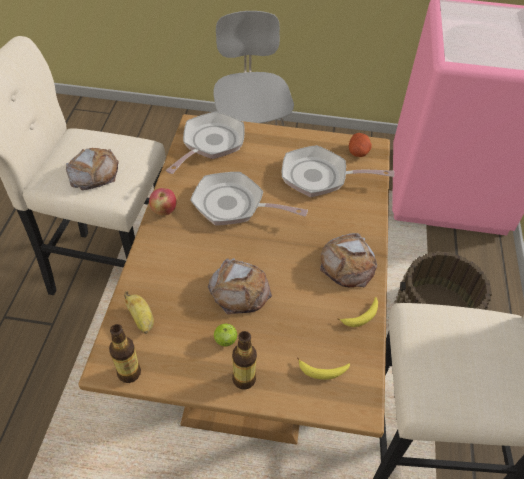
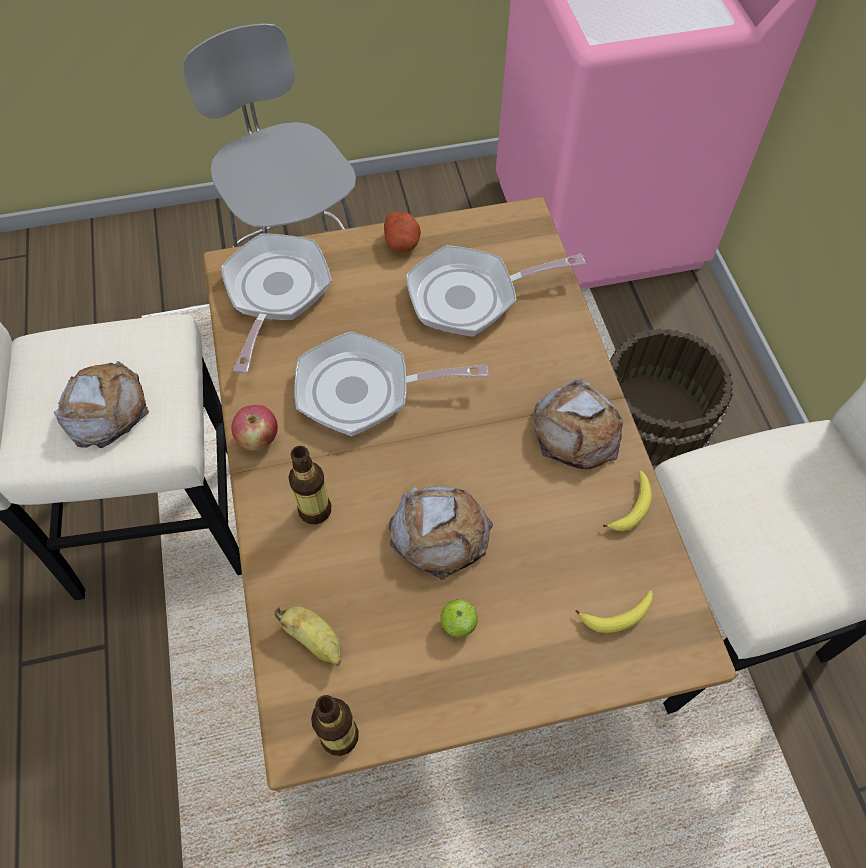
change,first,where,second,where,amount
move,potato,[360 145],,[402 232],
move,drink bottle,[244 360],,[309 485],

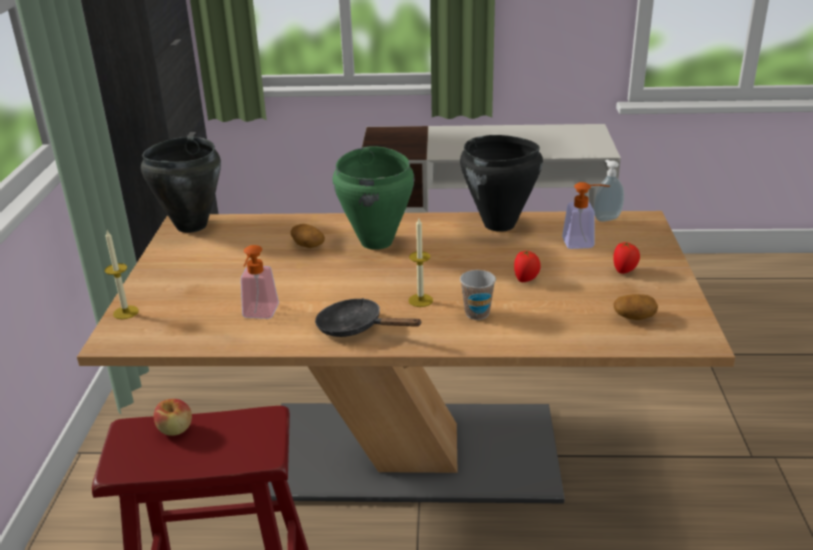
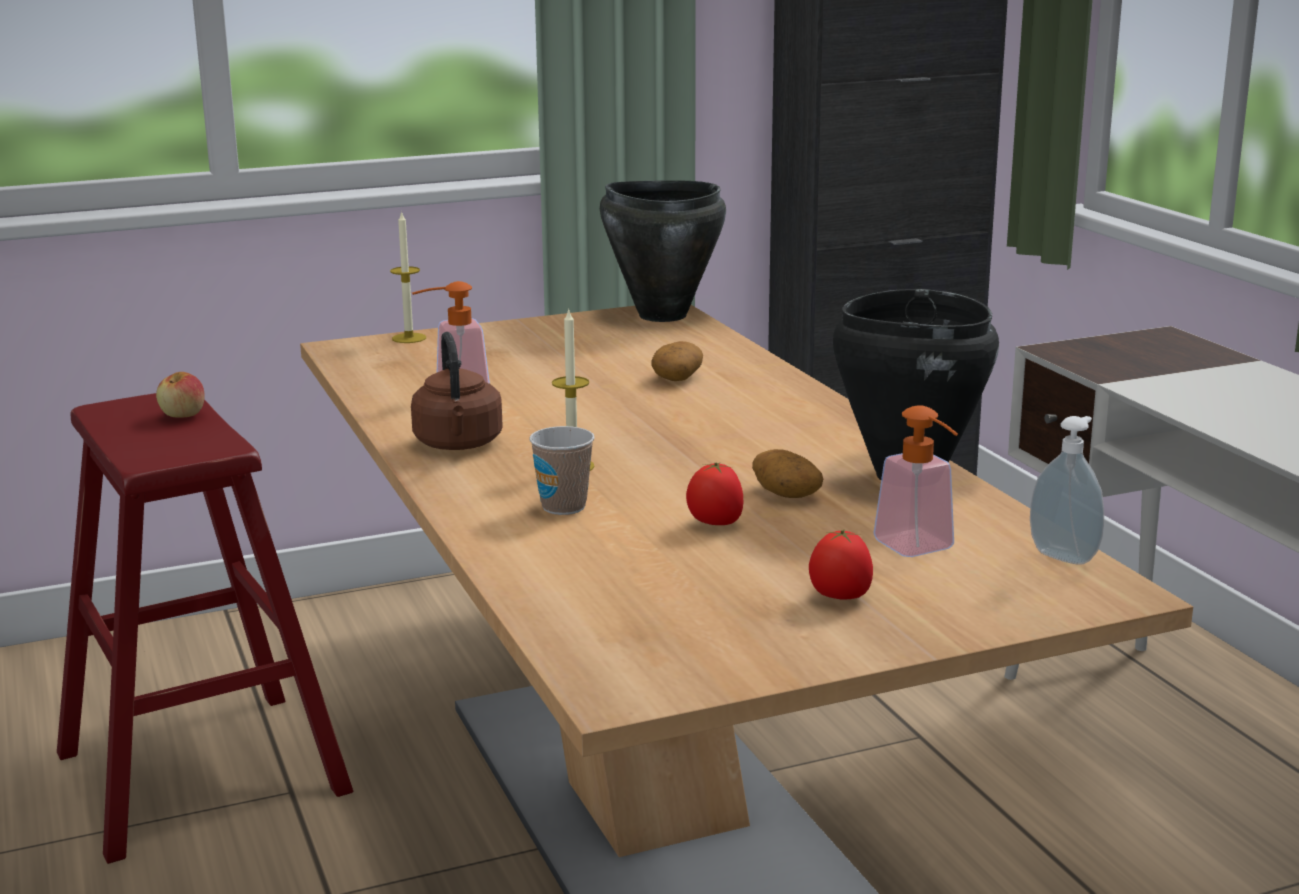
change,first,where,second,where,amount
delete,green-coloured stockpot,[373 198],,,
move,potato,[635 307],,[787 473],
replace,blackish pan,[368 317],brown-coloured tea kettle,[456 391],

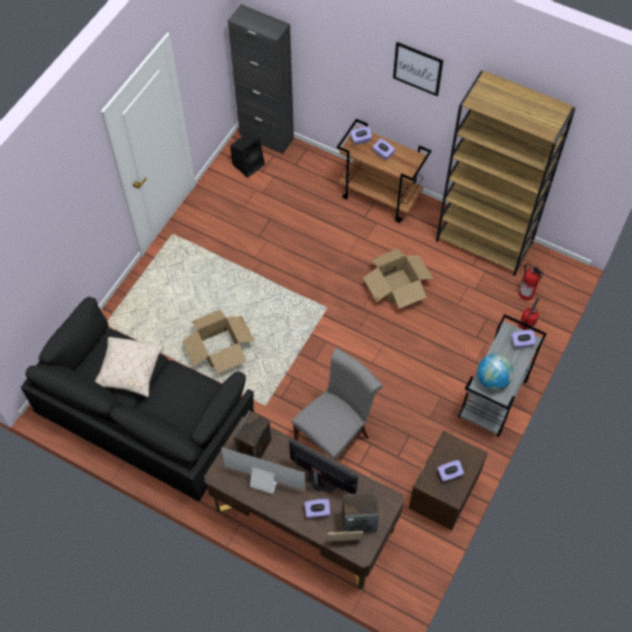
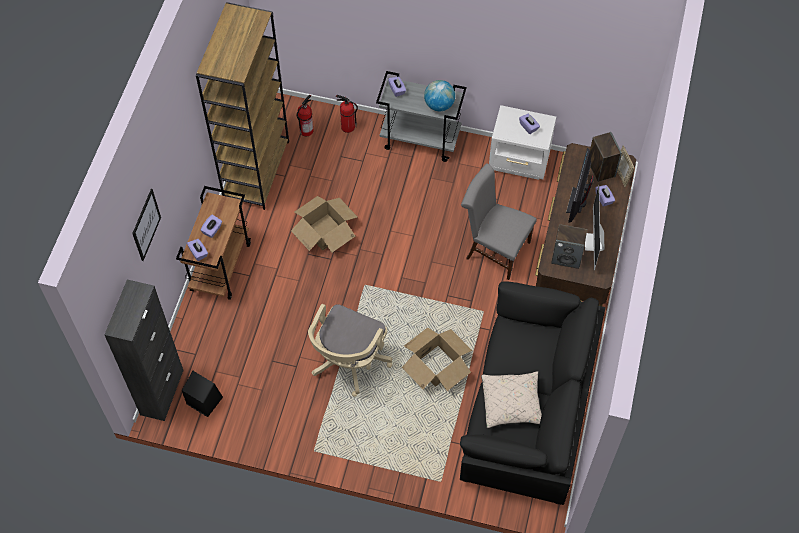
change,first,where,second,where,amount
move,wall picture,[418 69],,[146 225],
recolor,brown-coloured night table,[448 480],white night table,[522 142],
insert,,,beige computer chair,[350 350],

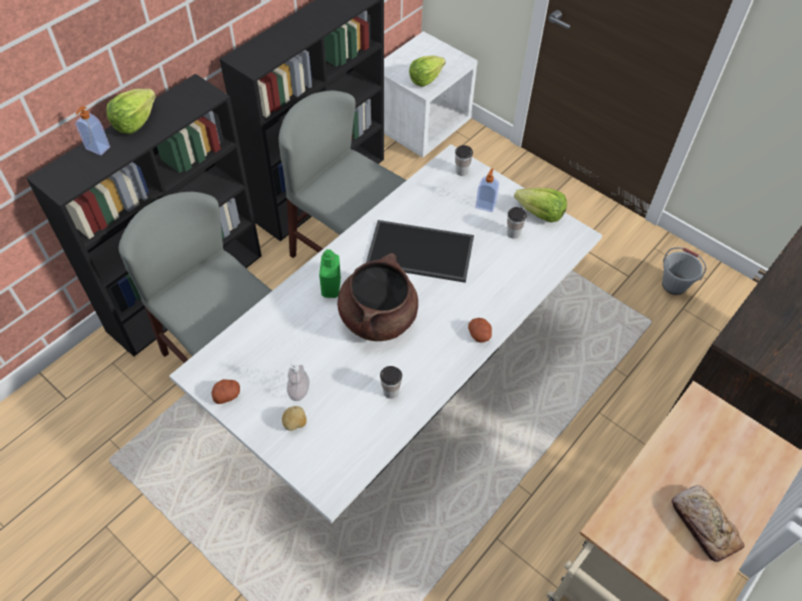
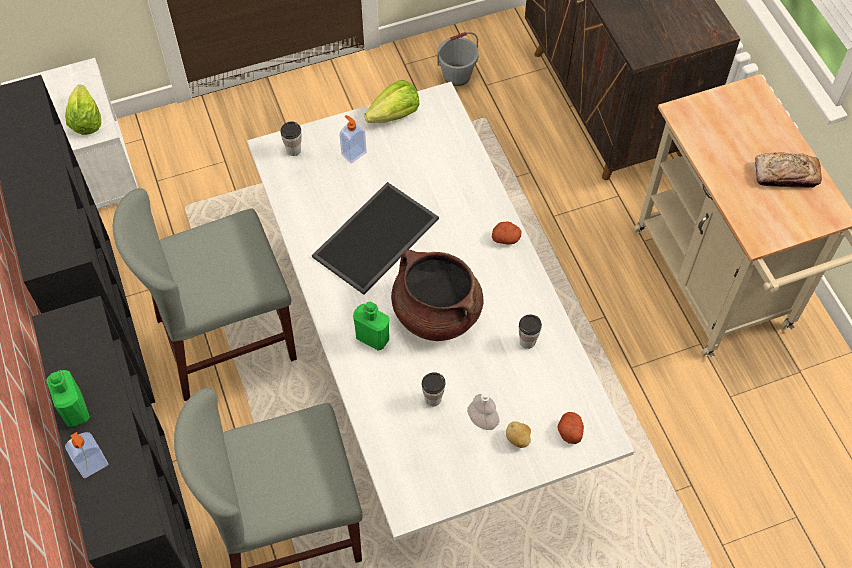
change,first,where,second,where,amount
replace,lettuce head,[131 111],green-coloured drink bottle,[68 398],
move,drinking cup,[517 222],,[433 389],
move,potato,[225 391],,[570 428],

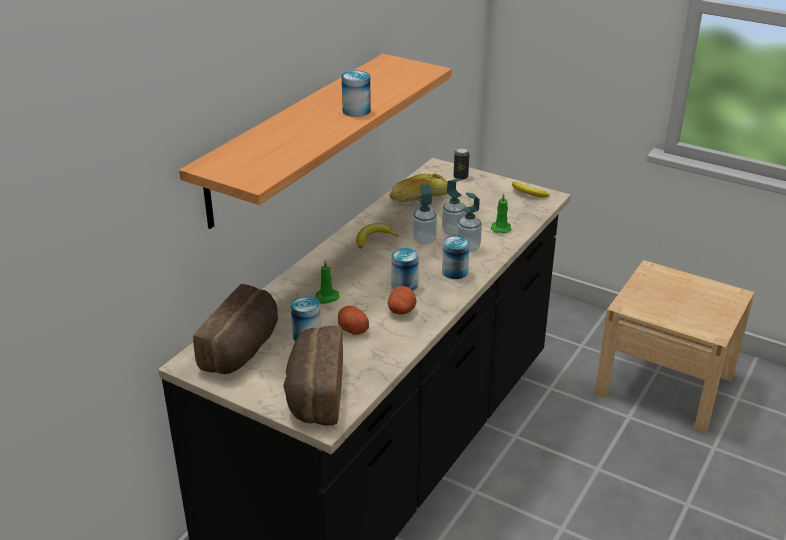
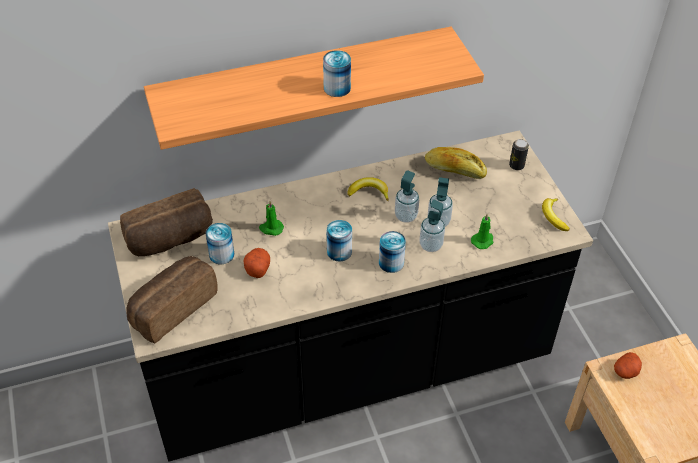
change,first,where,second,where,amount
move,potato,[402 300],,[628 365],

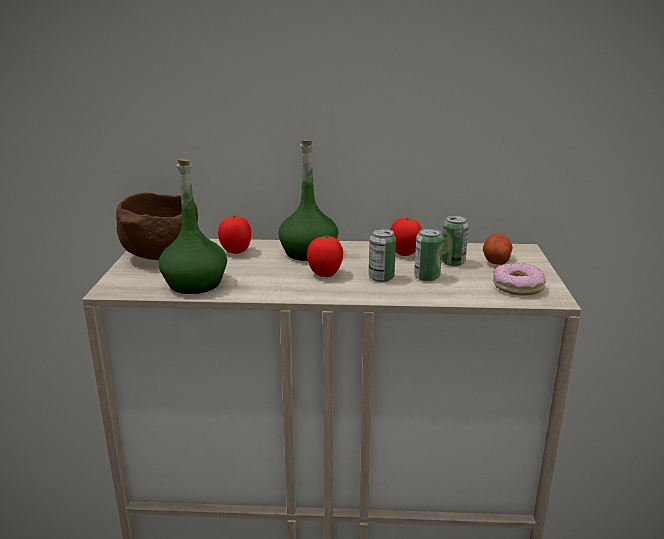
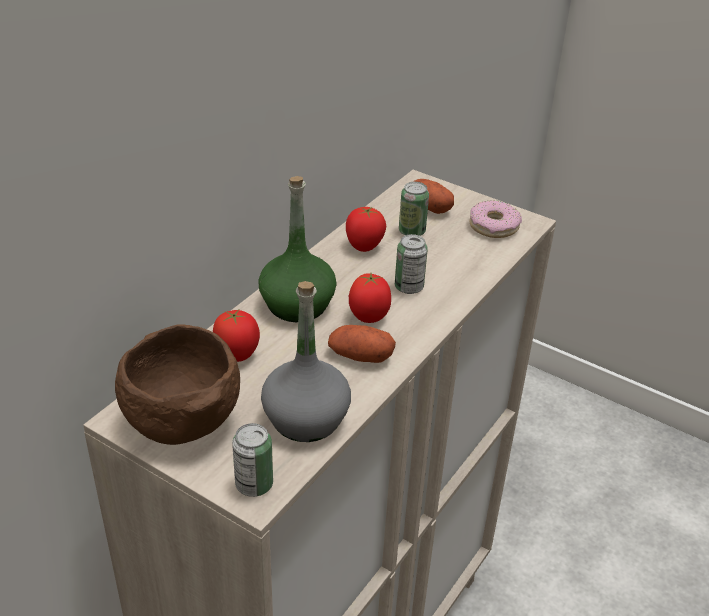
change,first,where,second,where,amount
recolor,green-coloured drink bottle,[193 226],grey drink bottle,[306 361],
move,can,[428 254],,[252 460],
insert,,,potato,[362 344],

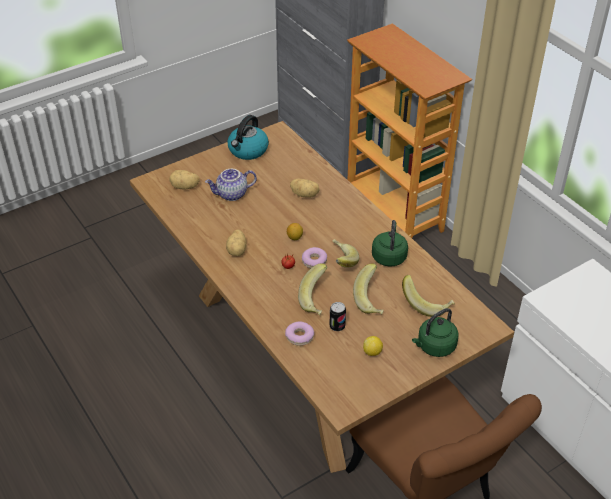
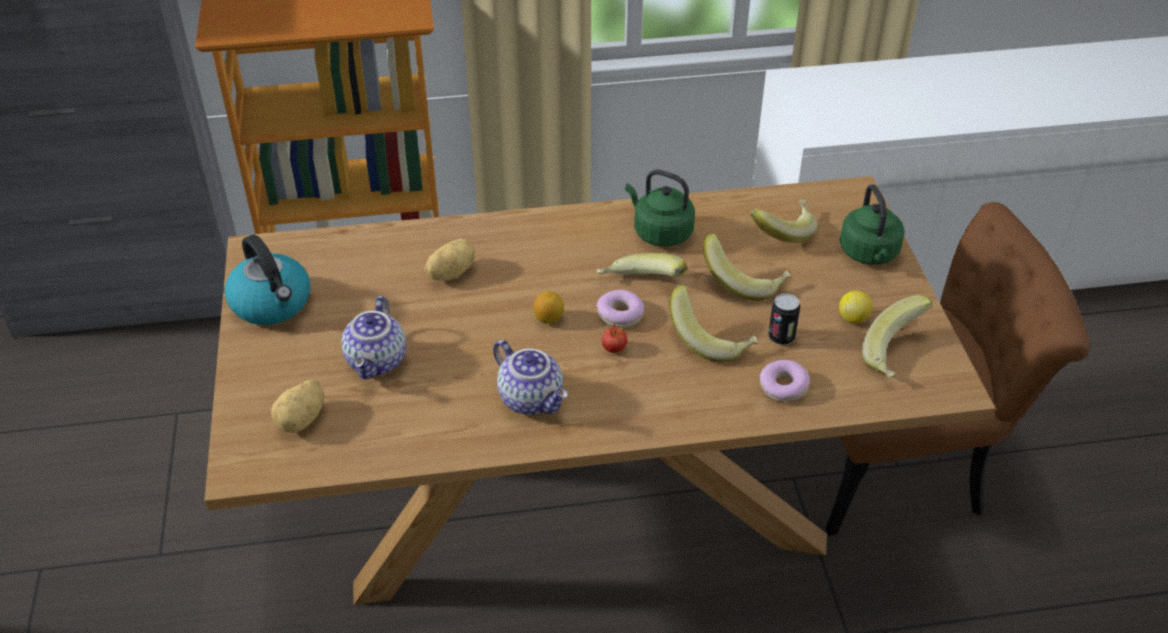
change,first,where,second,where,amount
replace,potato,[236 242],pot for tea,[530 377],
insert,,,banana fruit,[897 337],

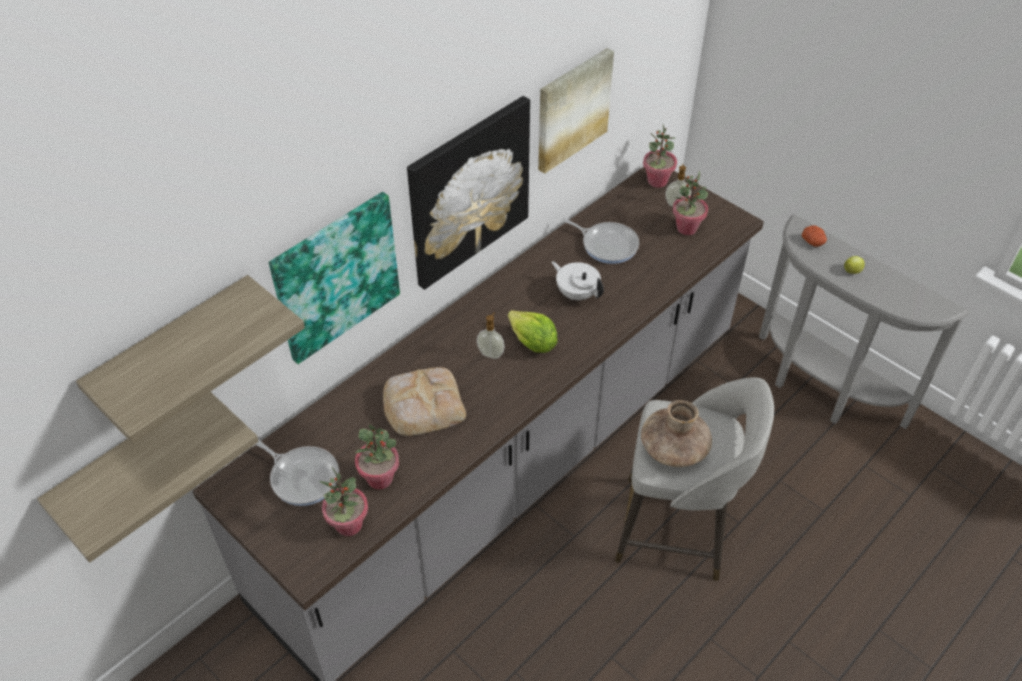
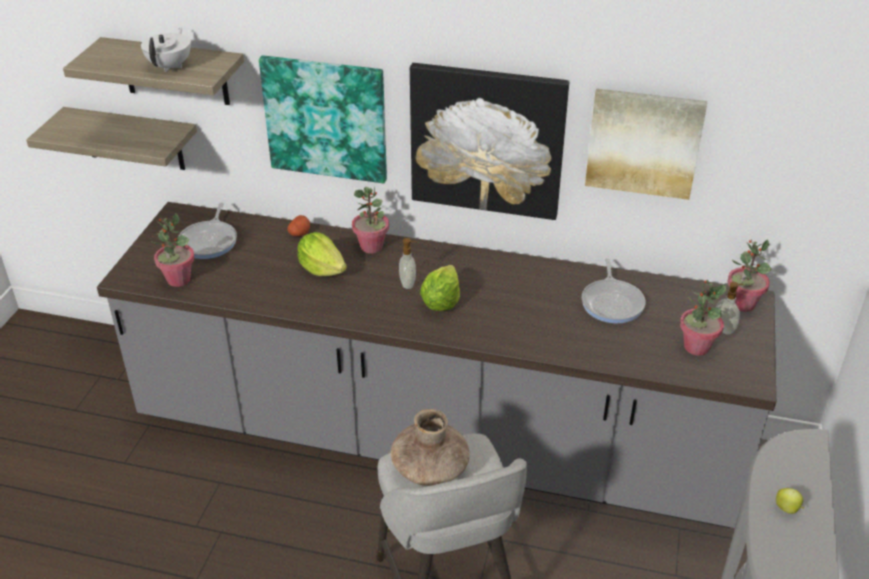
change,first,where,second,where,amount
move,potato,[814 236],,[298 225],
move,white pot for tea,[578 280],,[166 50],
replace,bread,[424 401],lettuce head,[322 254],
move,houseplant,[377 457],,[370 219],

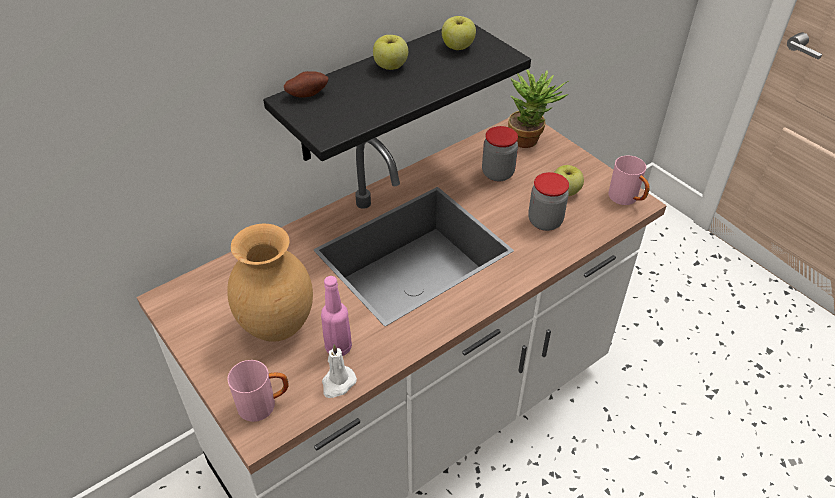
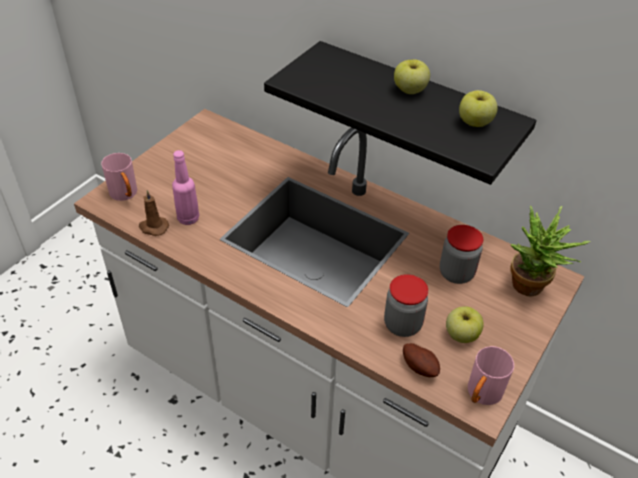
change,first,where,second,where,amount
move,potato,[306 84],,[421 360],
delete,brown-coloured flower vase,[270 283],,,
recolor,white wax candle,[339 371],brown-coloured wax candle,[154 213],

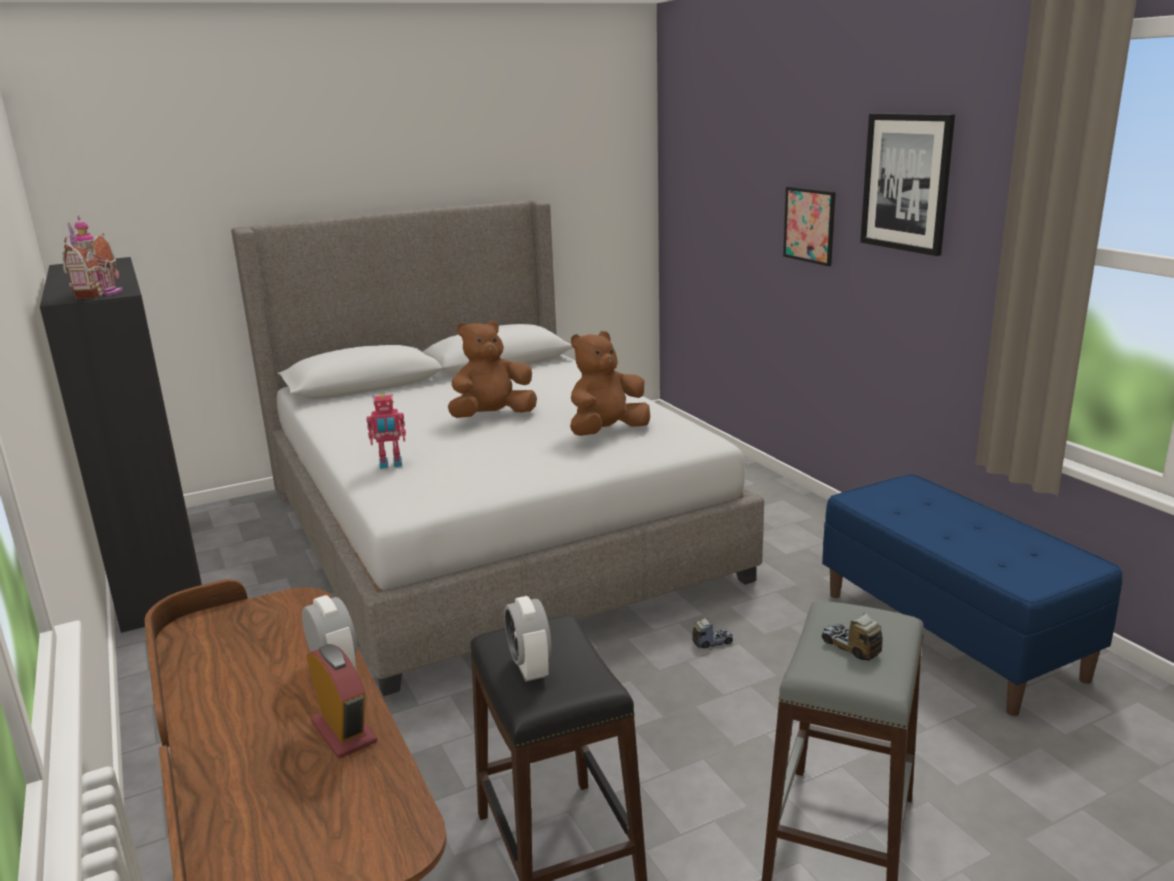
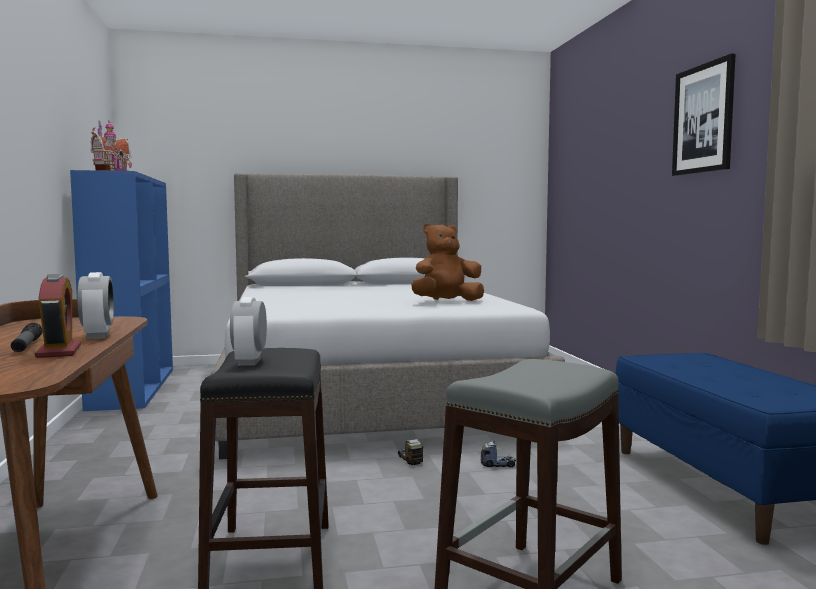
change,first,where,second,where,amount
delete,wall picture,[809 226],,,
recolor,blackish bookshelf,[121 445],blue-coloured bookshelf,[121 290],
delete,brown-coloured plush toy,[492 369],,,
delete,robot figure,[386 431],,,
move,toy lorry,[852 636],,[411 452],
insert,,,flashlight,[27 337],

